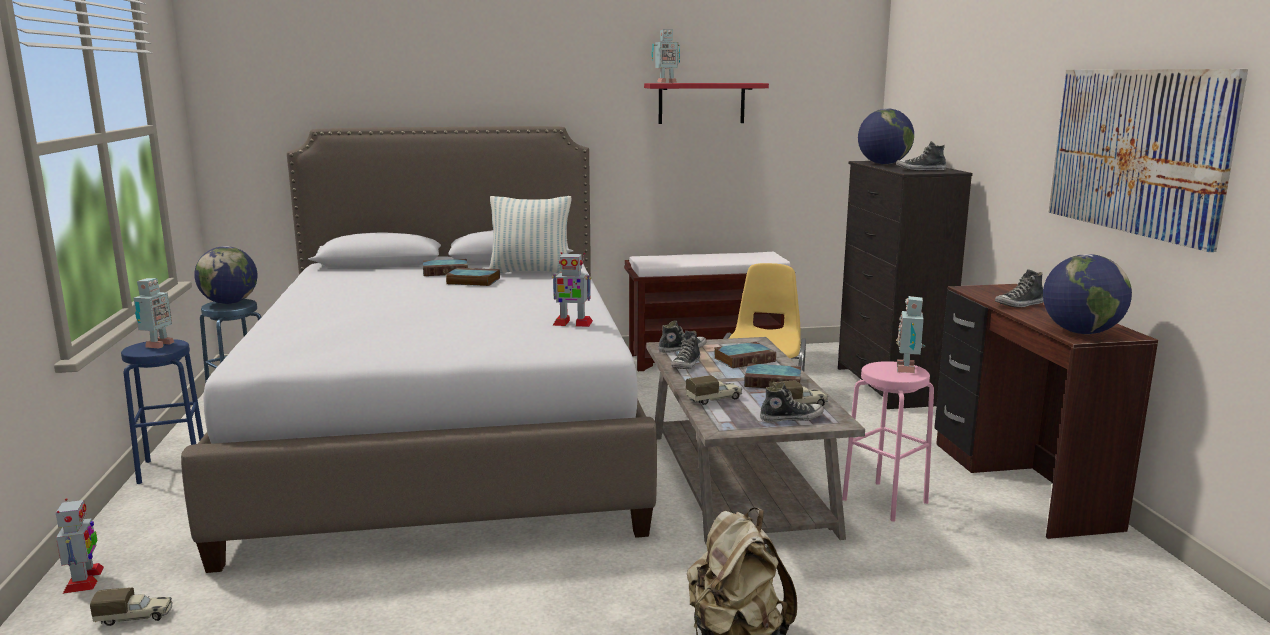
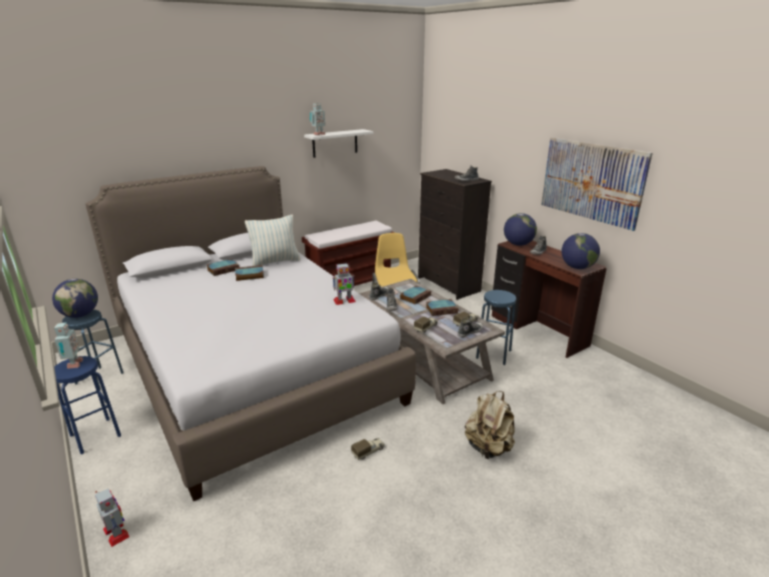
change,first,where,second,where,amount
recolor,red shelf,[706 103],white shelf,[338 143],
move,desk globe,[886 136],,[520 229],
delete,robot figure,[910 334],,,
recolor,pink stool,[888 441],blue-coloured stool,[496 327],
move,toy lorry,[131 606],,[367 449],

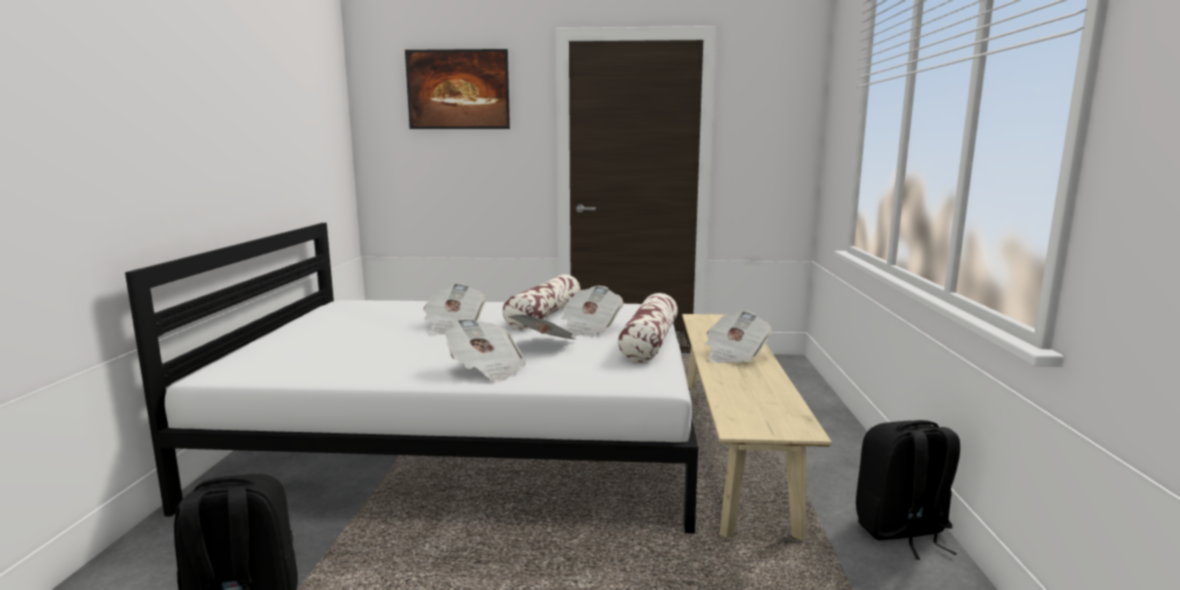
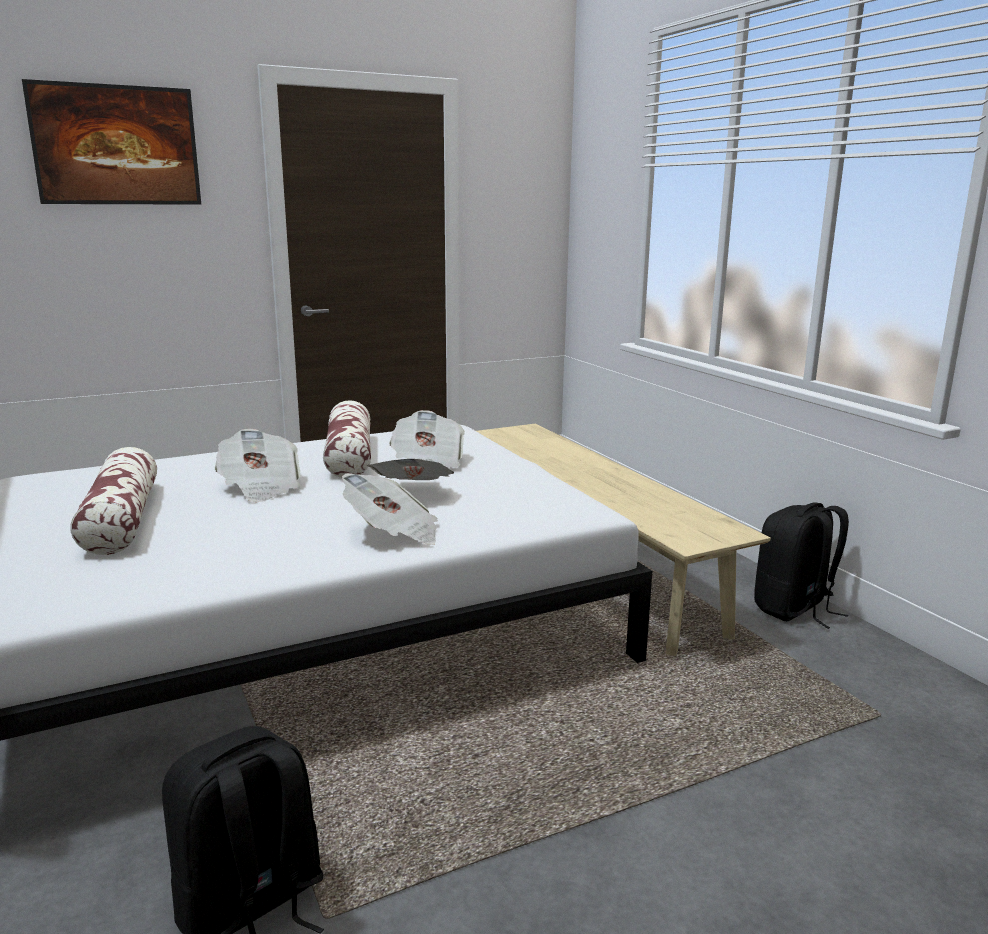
change,first,where,second,where,amount
move,cushion,[647 327],,[113 501],
delete,newspaper,[739 337],,,

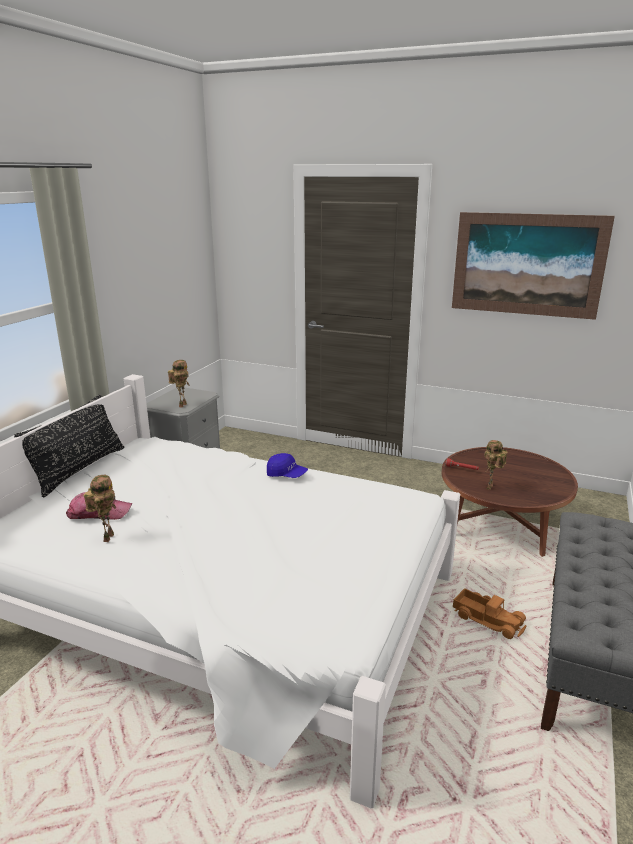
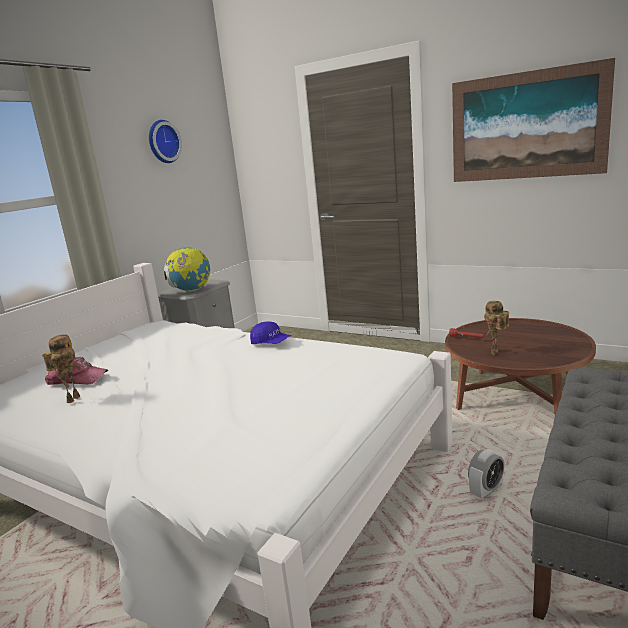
change,first,where,second,where,amount
replace,robot figure,[178 384],desk globe,[187 269],
delete,blackish cushion,[69 445],,,
replace,toy lorry,[490 613],bedside clock,[486 473],
insert,,,wall clock,[165 141],

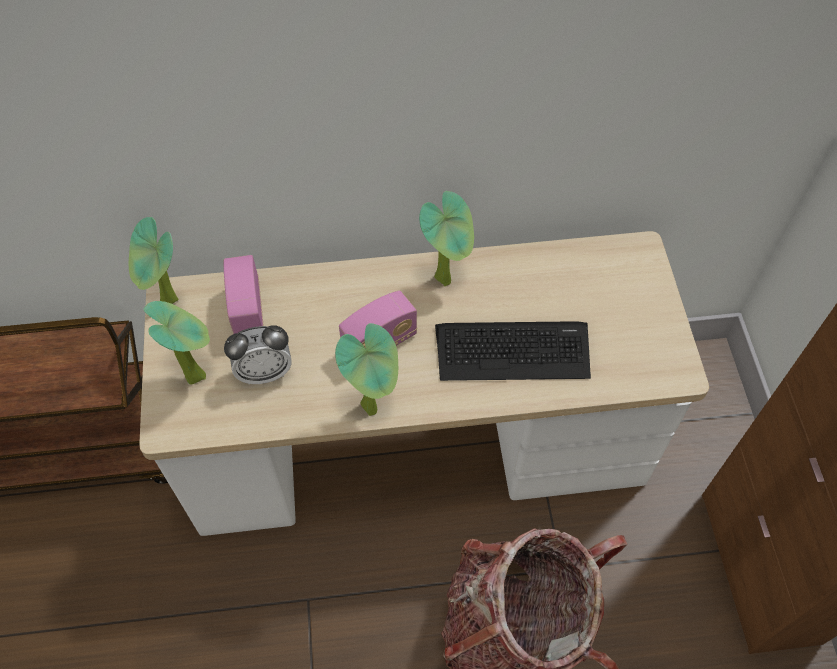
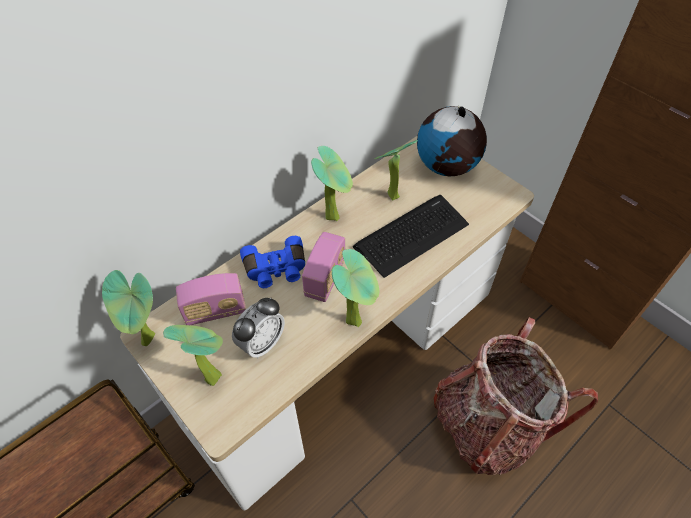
change,first,where,second,where,amount
rotate,radio set,[244 294],,[211 299],60 degrees counterclockwise
insert,,,desk globe,[452 141],
insert,,,houseplant,[396 170],
insert,,,blue-coloured field glasses,[272 262],

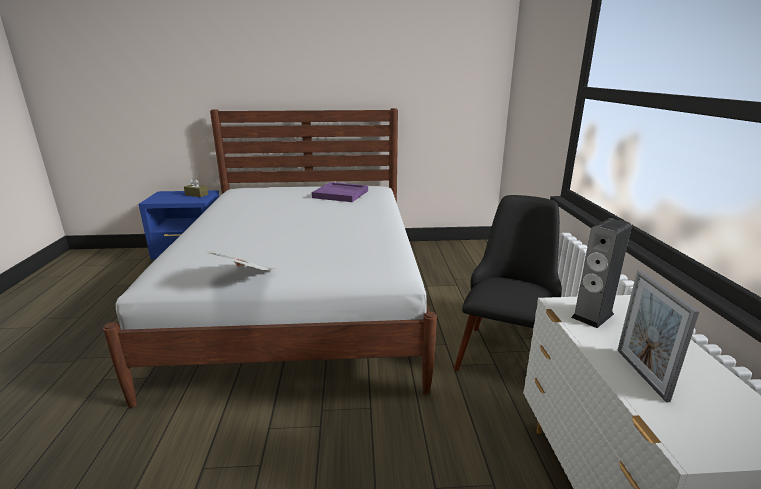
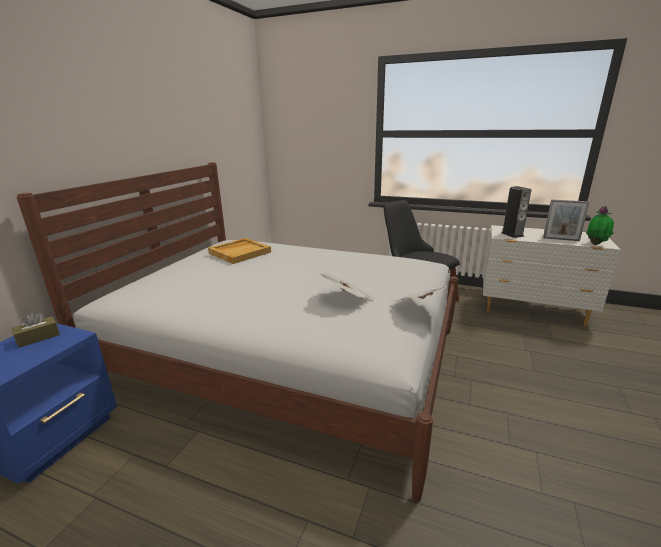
change,first,where,second,where,amount
recolor,purple-coloured serving tray,[340 192],beige serving tray,[239 251],
insert,,,houseplant,[600 225],
insert,,,newspaper,[347 286],

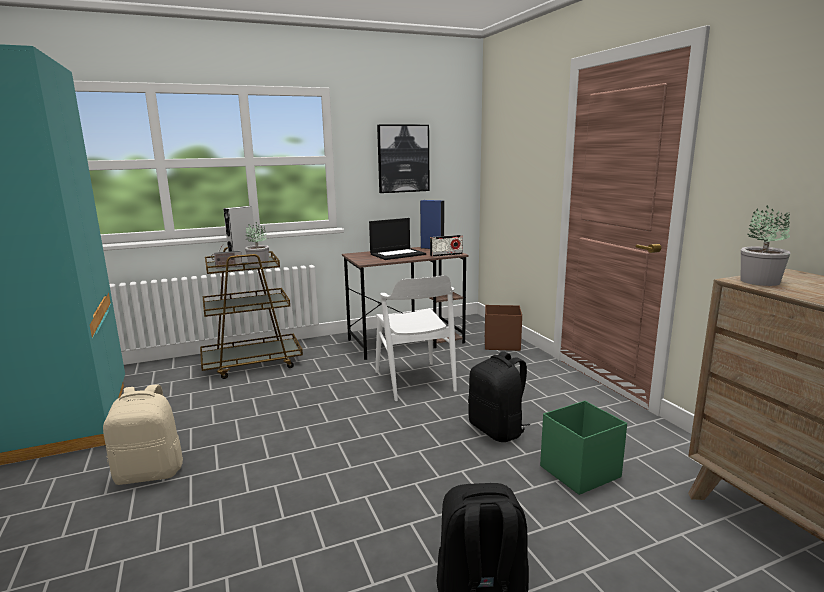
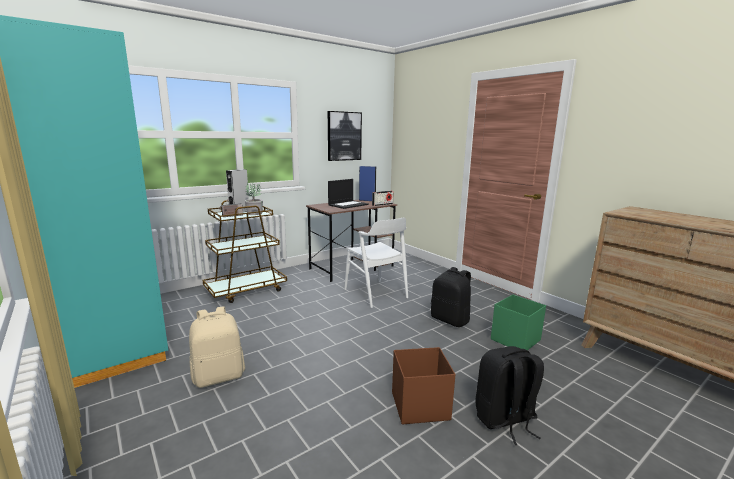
change,first,where,second,where,amount
delete,houseplant,[766 245],,,
move,brown-coloured storage container,[503 328],,[423 385],

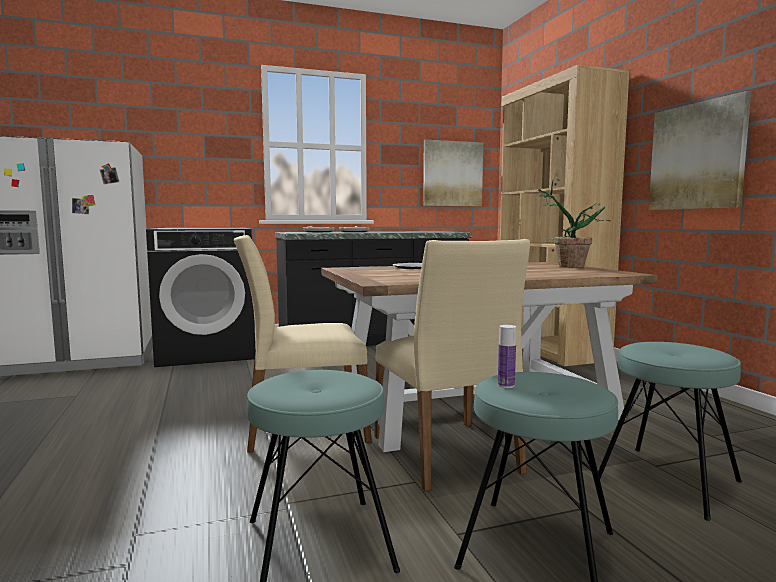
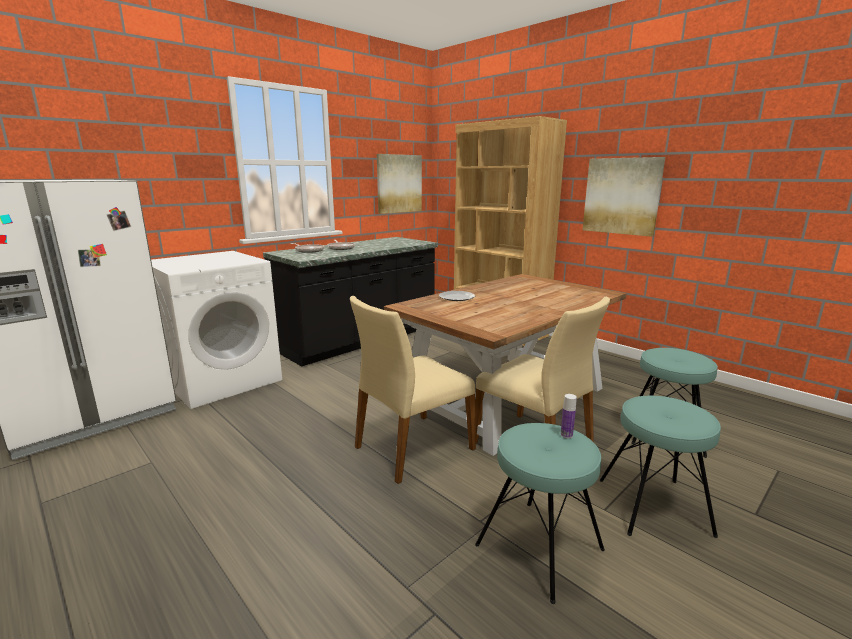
change,first,where,second,where,amount
delete,houseplant,[574 223],,,
recolor,blackish laundry appliance,[200 297],white laundry appliance,[216 330],
move,drink bottle,[507 356],,[569 416],

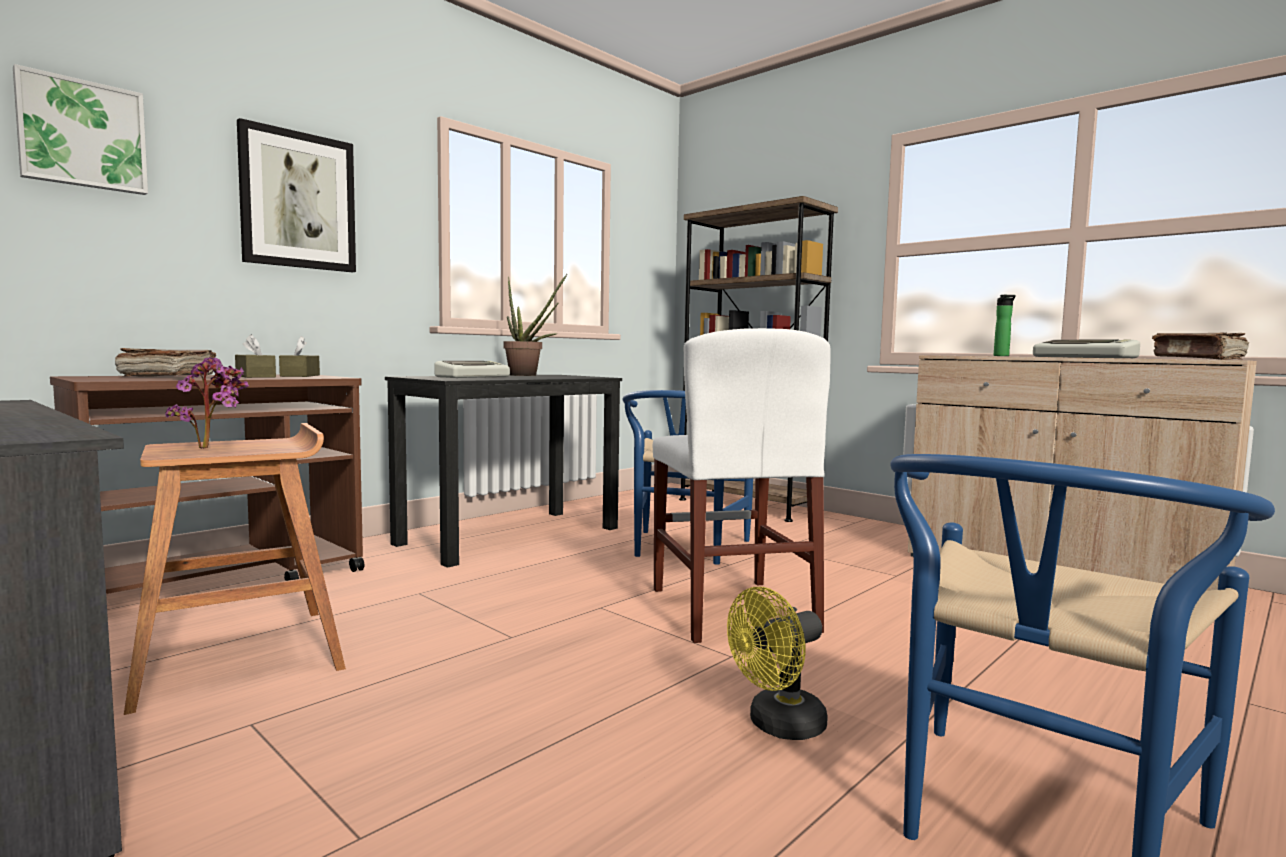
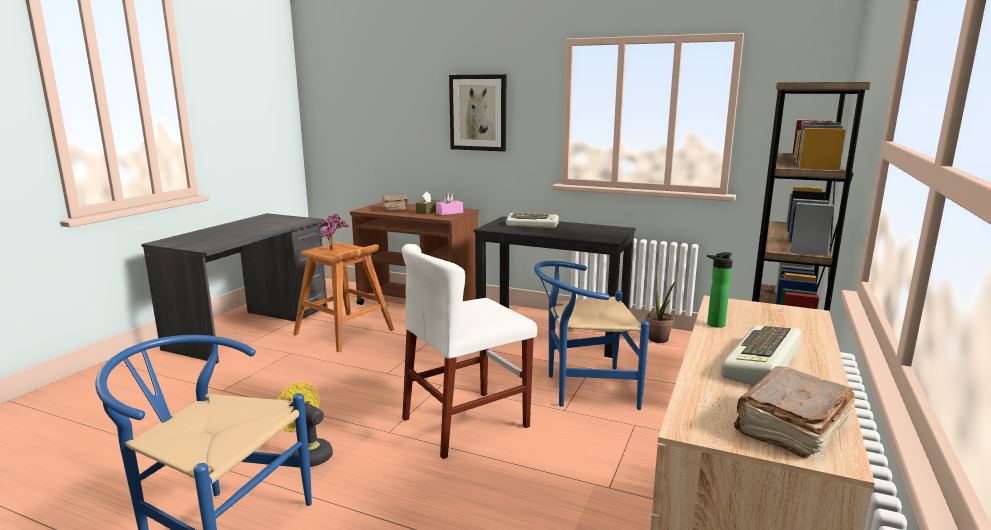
change,first,where,second,where,amount
delete,wall picture,[80 129],,,
move,houseplant,[535 325],,[661 306],
recolor,brown-coloured tissue holder,[299 356],pink tissue holder,[449 203],

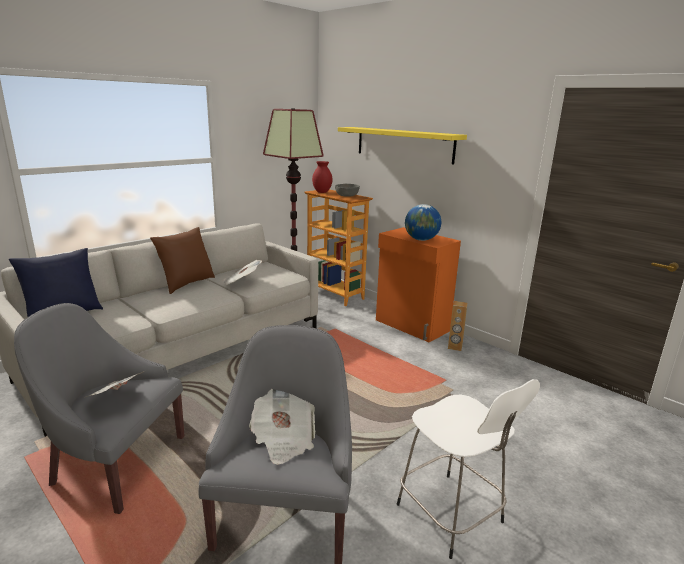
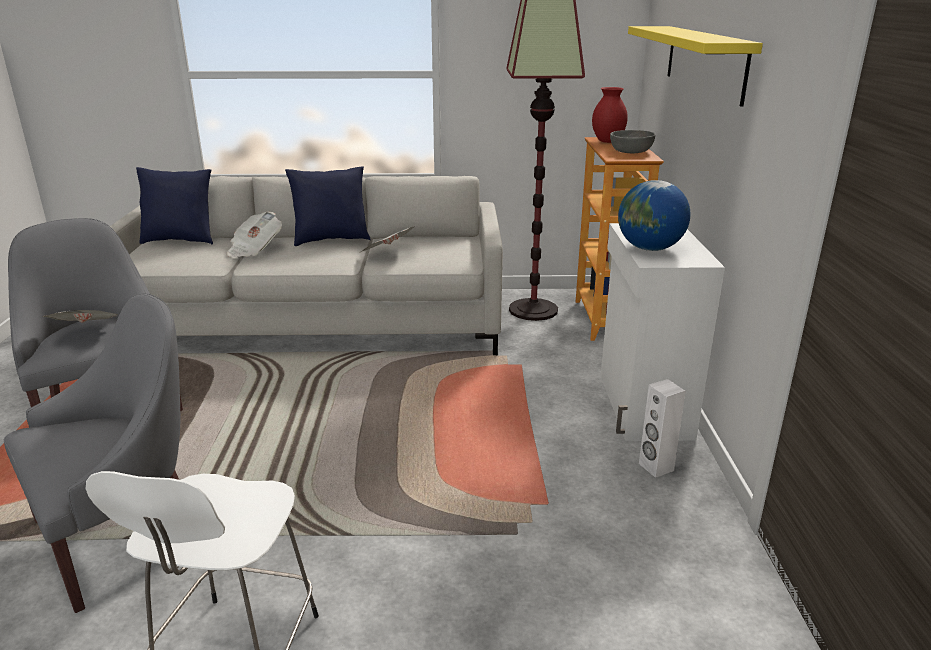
change,first,where,second,where,amount
recolor,brown-coloured cushion,[182 260],blue-coloured cushion,[328 206],
recolor,orangey storage cabinet,[418 284],white storage cabinet,[663 332],
recolor,brown-coloured loudspeaker,[457 326],white loudspeaker,[662 428],
move,newspaper,[282 427],,[254 234],

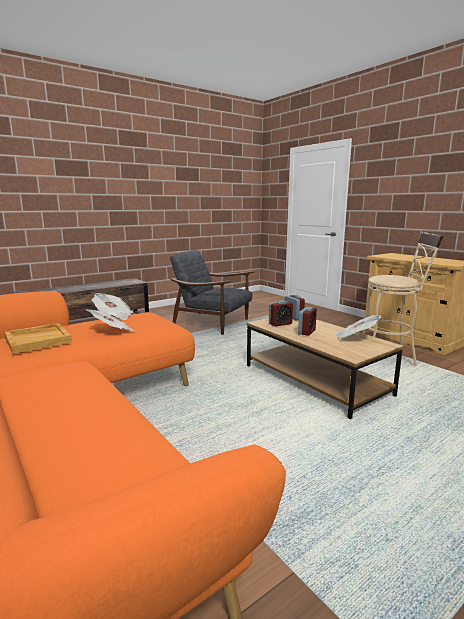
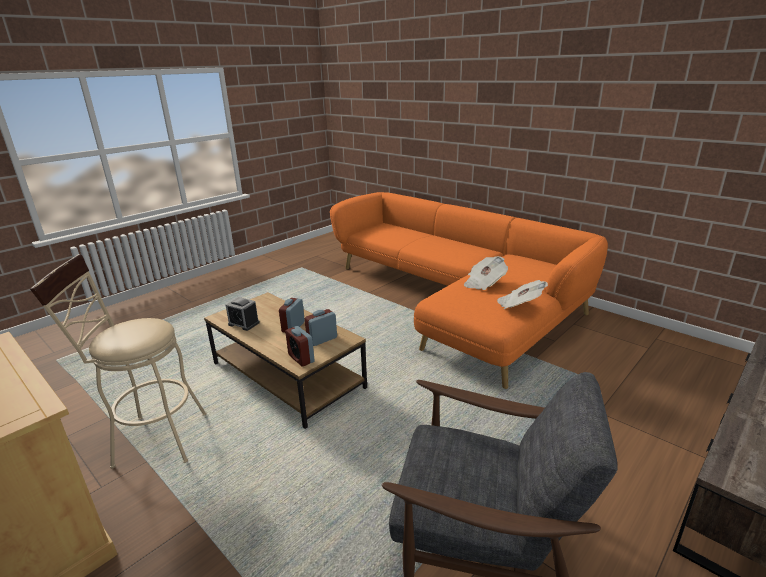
change,first,where,second,where,amount
replace,newspaper,[357 327],bedside clock,[243 314],
delete,beige serving tray,[38 338],,,

